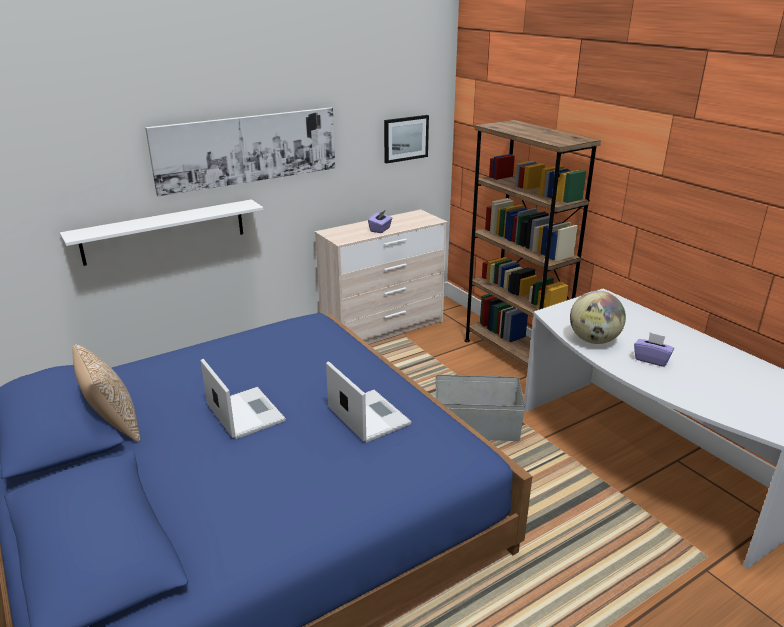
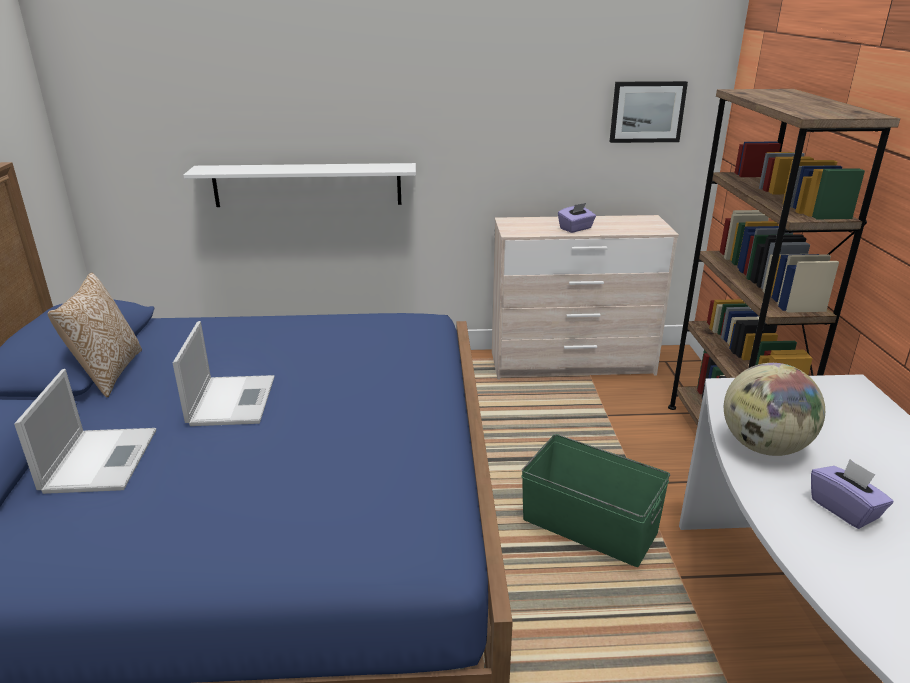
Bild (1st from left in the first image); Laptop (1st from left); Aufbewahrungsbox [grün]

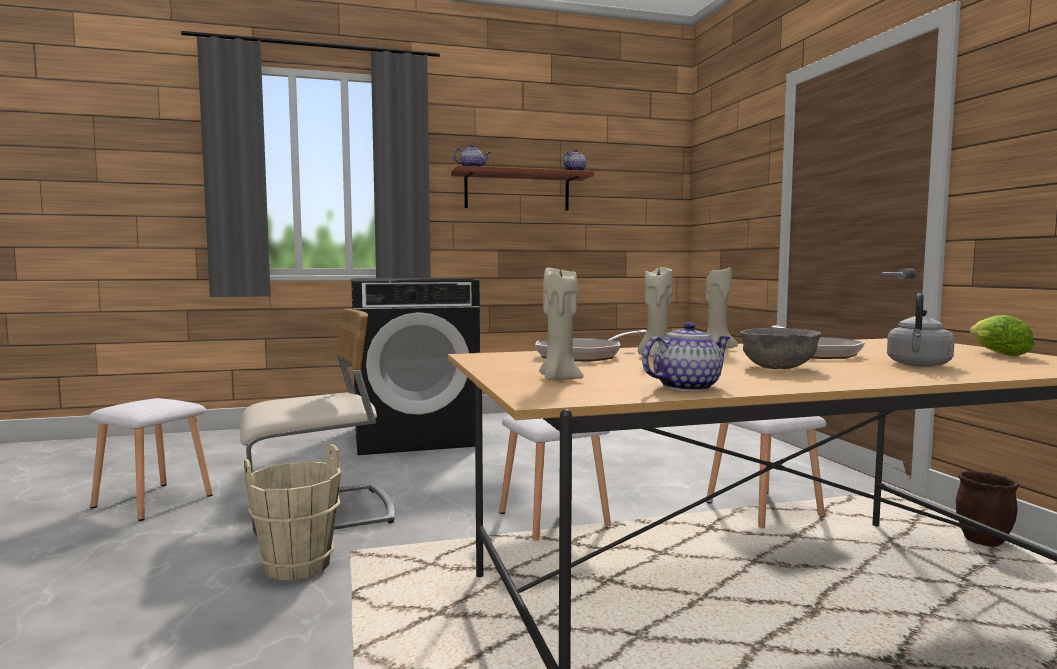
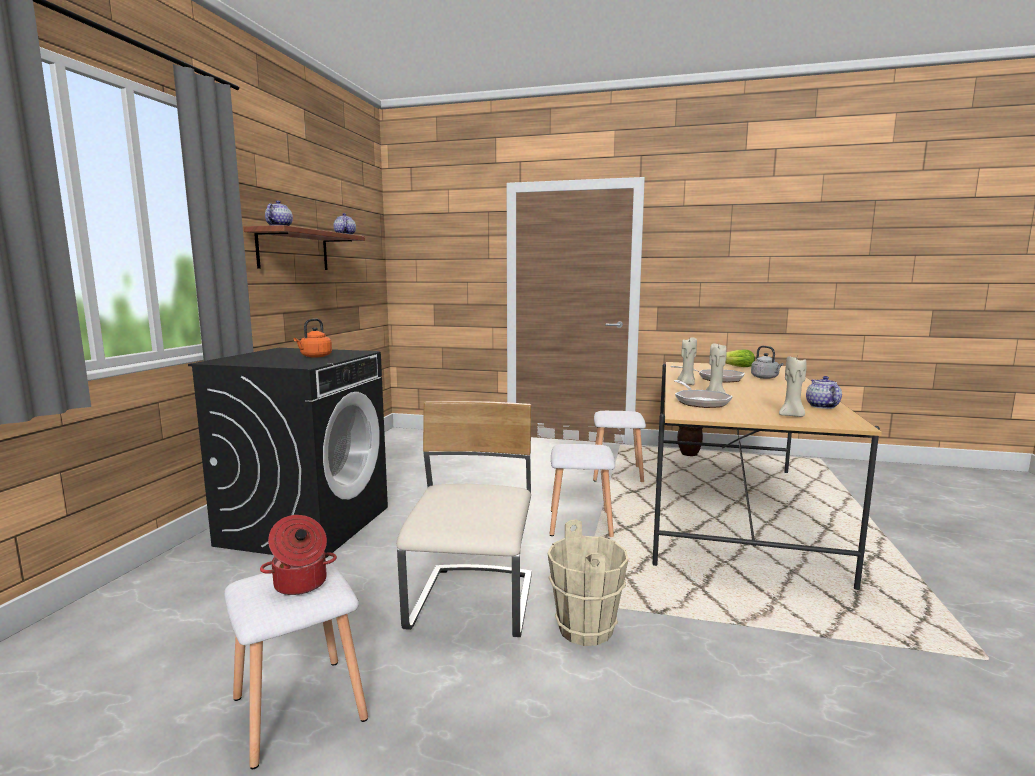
Schüssel [grau]; Kochtopf; Wasserkessel [orange]

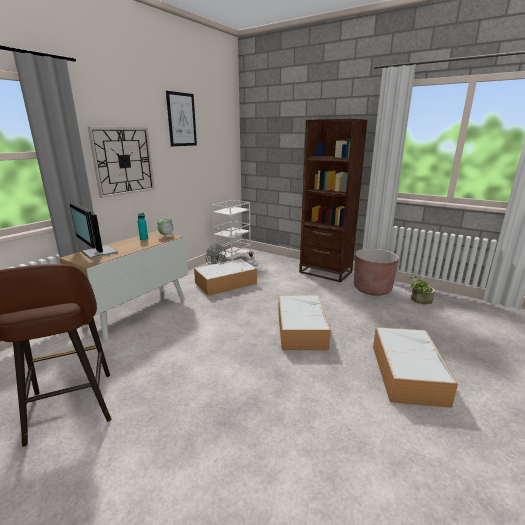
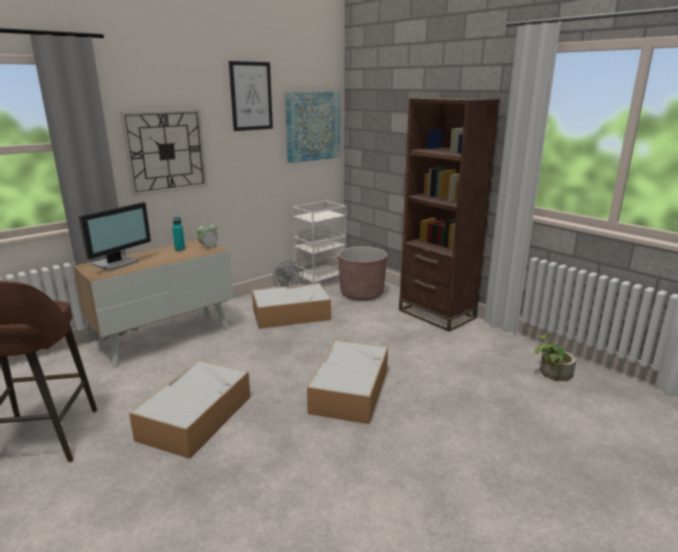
Bild (2nd from left); Pflanzkübel [braun]; Aufbewahrungsbox (1st from left); Monitor

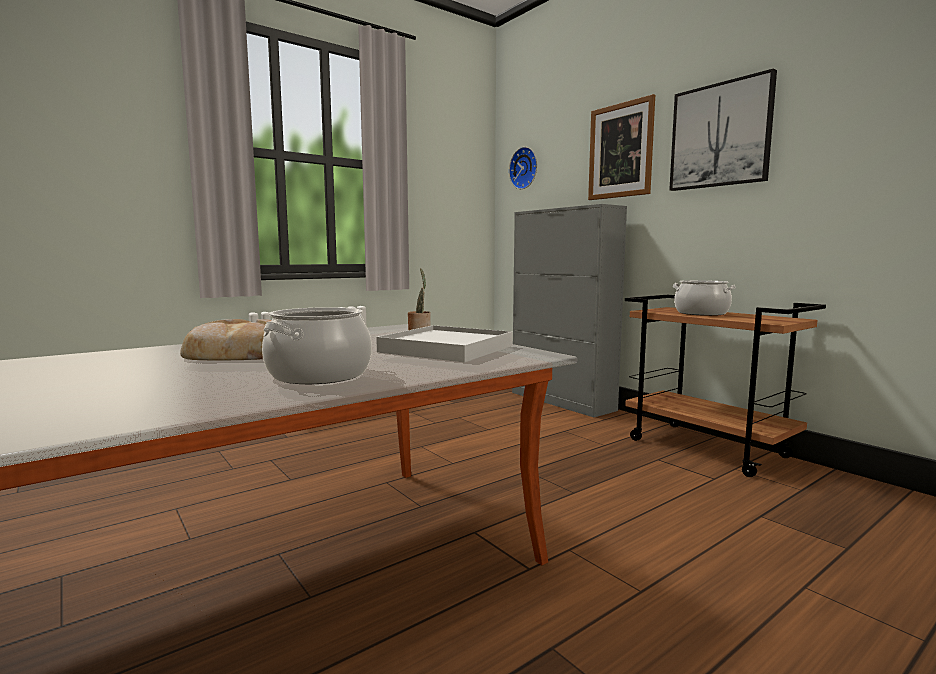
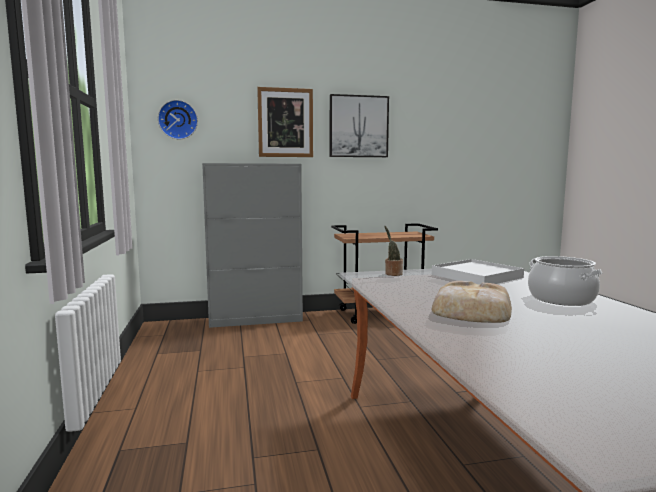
Kochtopf (2nd from left in the first image)

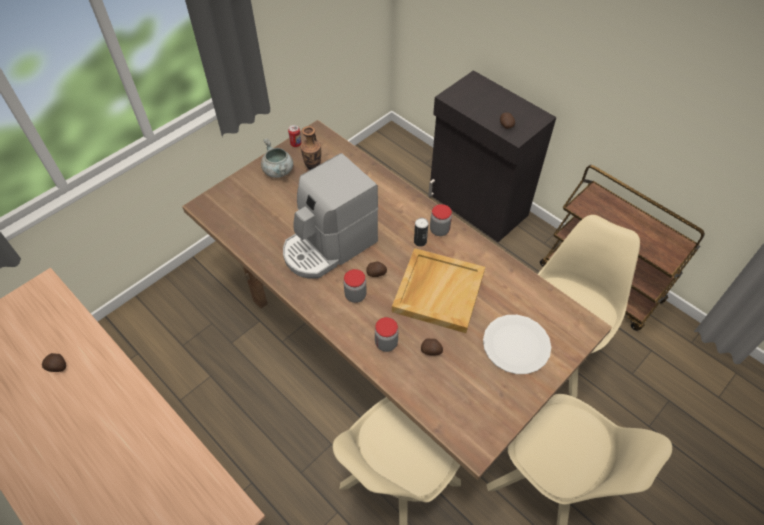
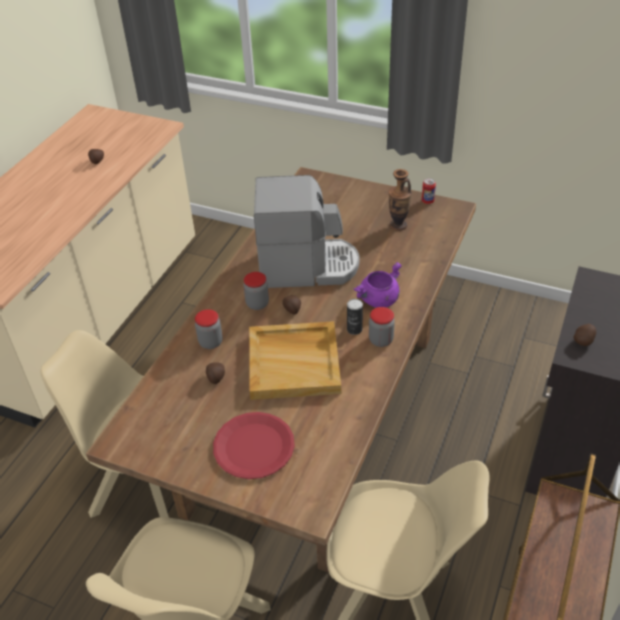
Kochtopf [grau]; Kochtopf [lila]; Teller [rot]; Kaffeemaschine

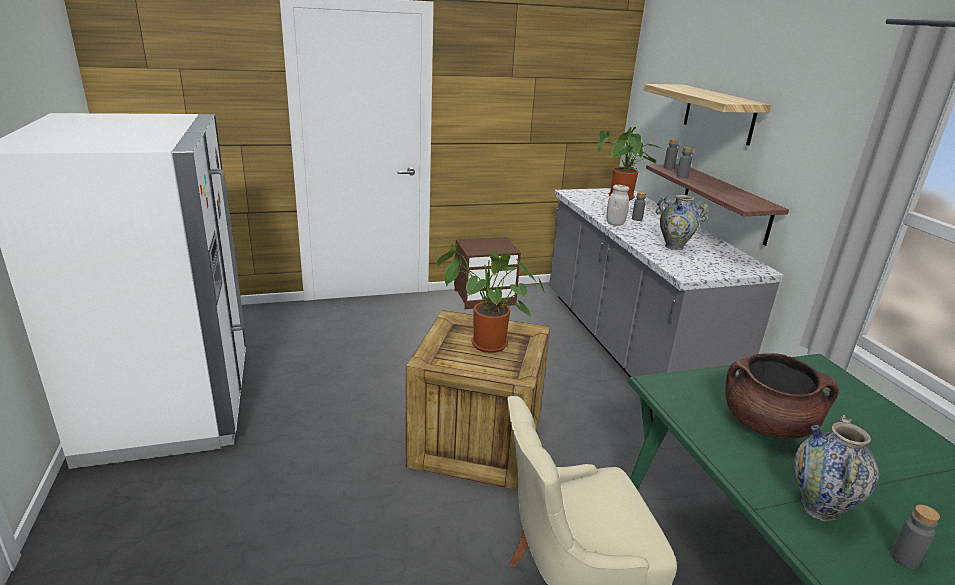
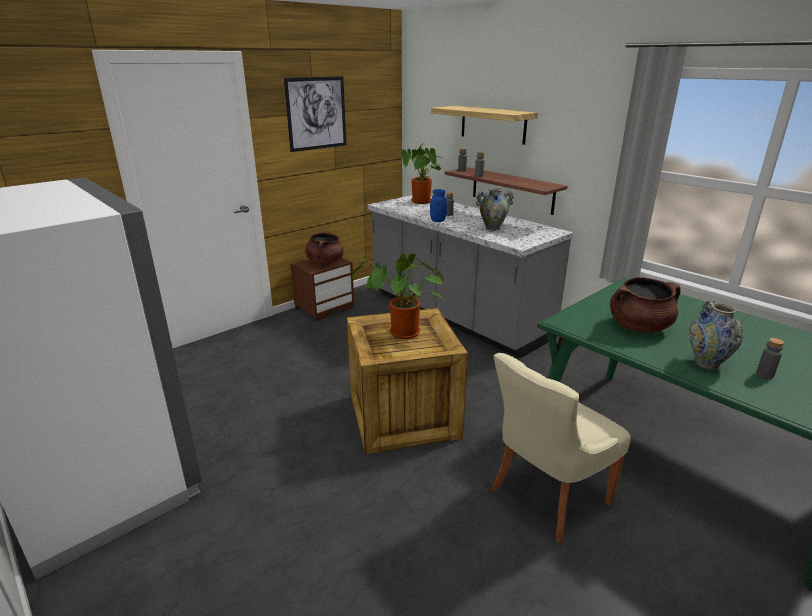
Bild; Kochtopf [braun] (1st from left); Vorratsglas [blau]

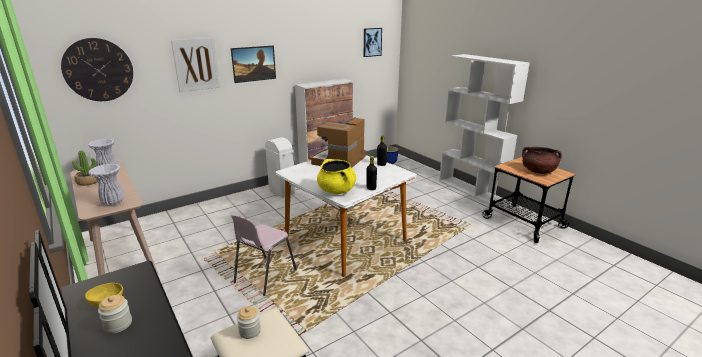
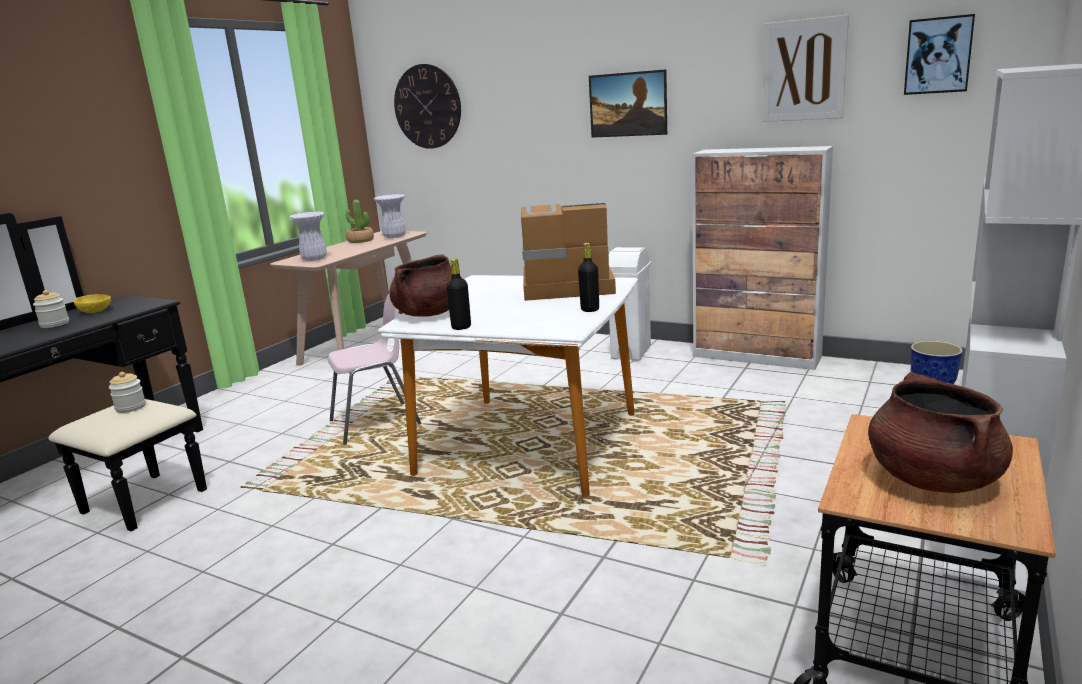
Bild (2nd from left); Kochtopf [braun] (1st from left); Stuhl [rosa]

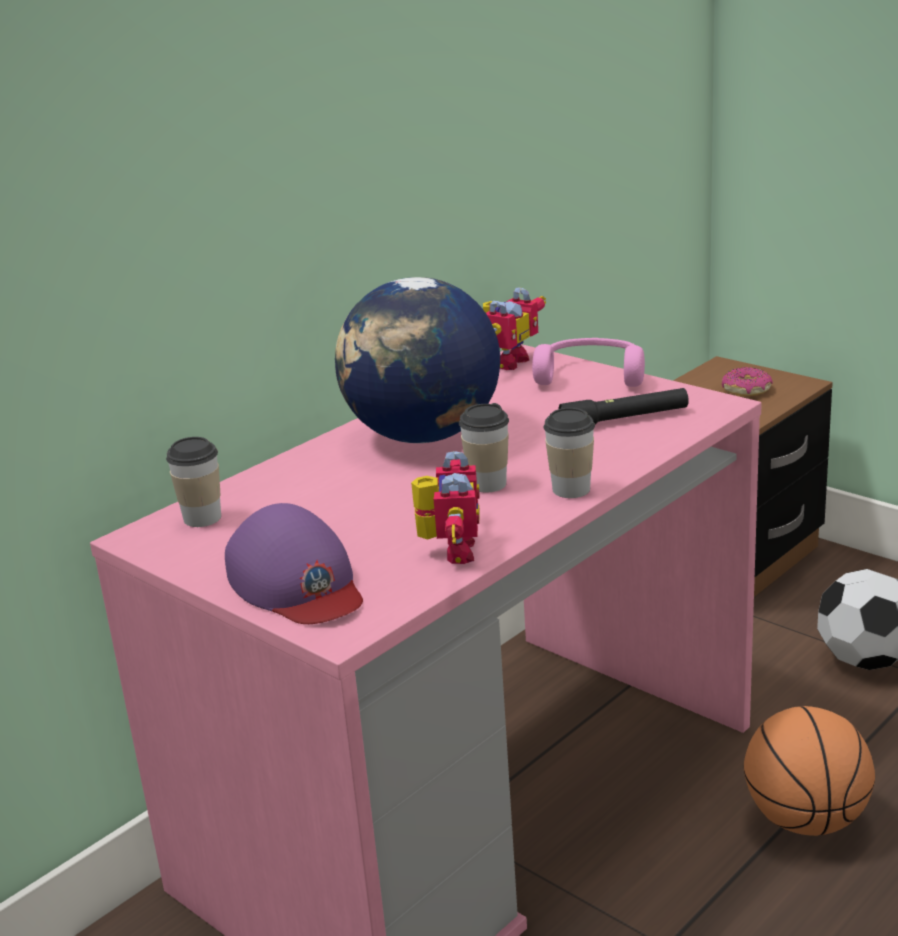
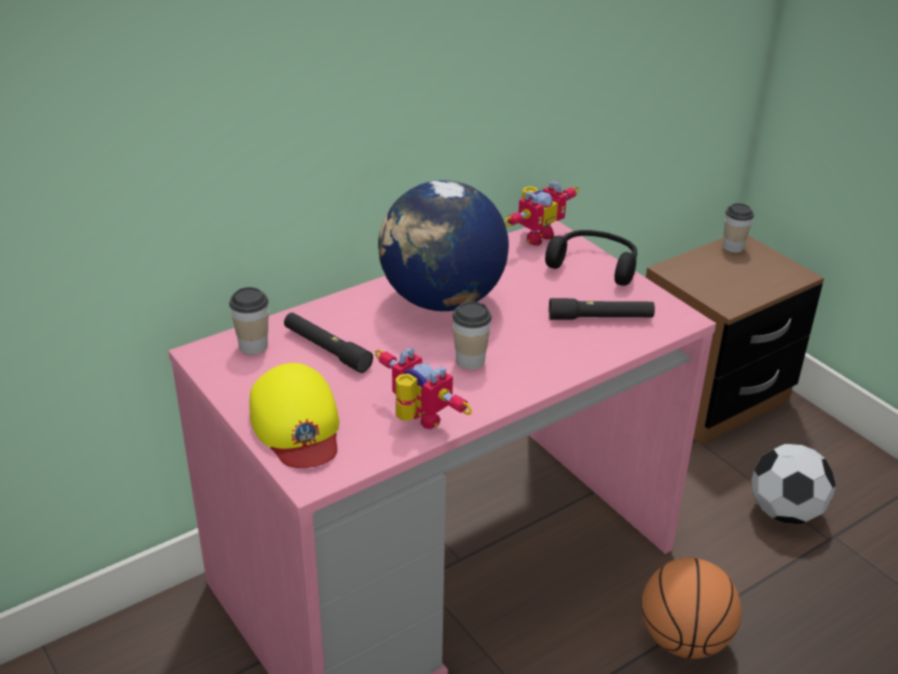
Donut; Taschenlampe [schwarz] (1st from left); Tasse (3rd from left); Kappe [gelb]; Kopfhörer [schwarz]; Spielzeugroboter (1st from left)

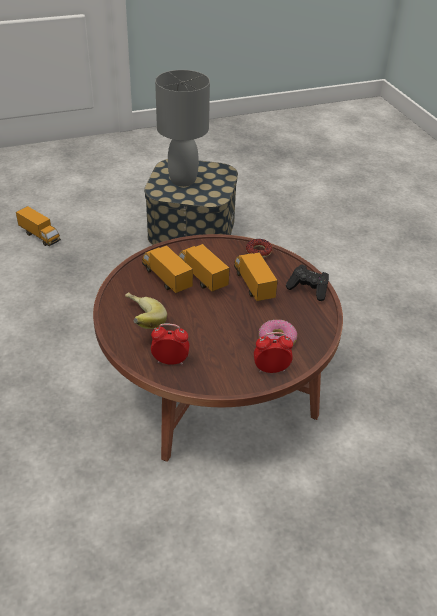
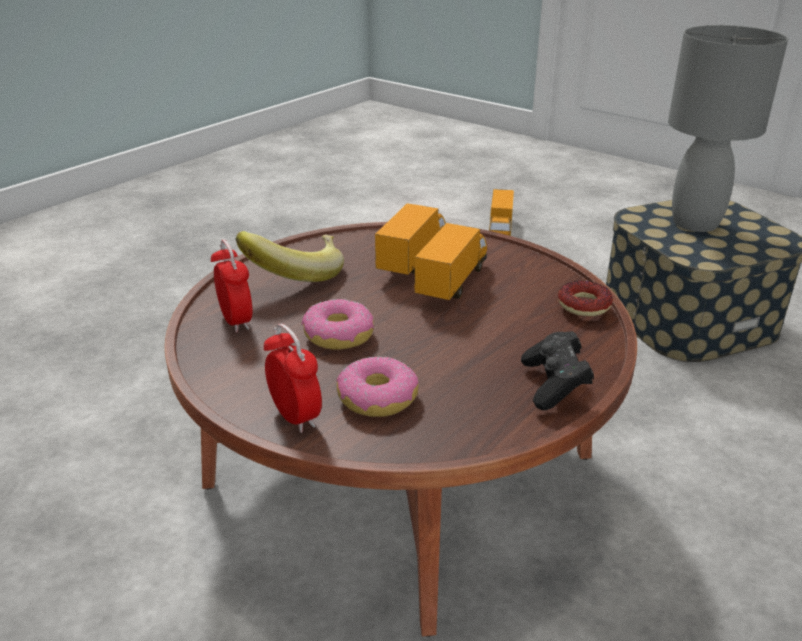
Spielzeuglaster (4th from left in the first image); Donut (1st from left)

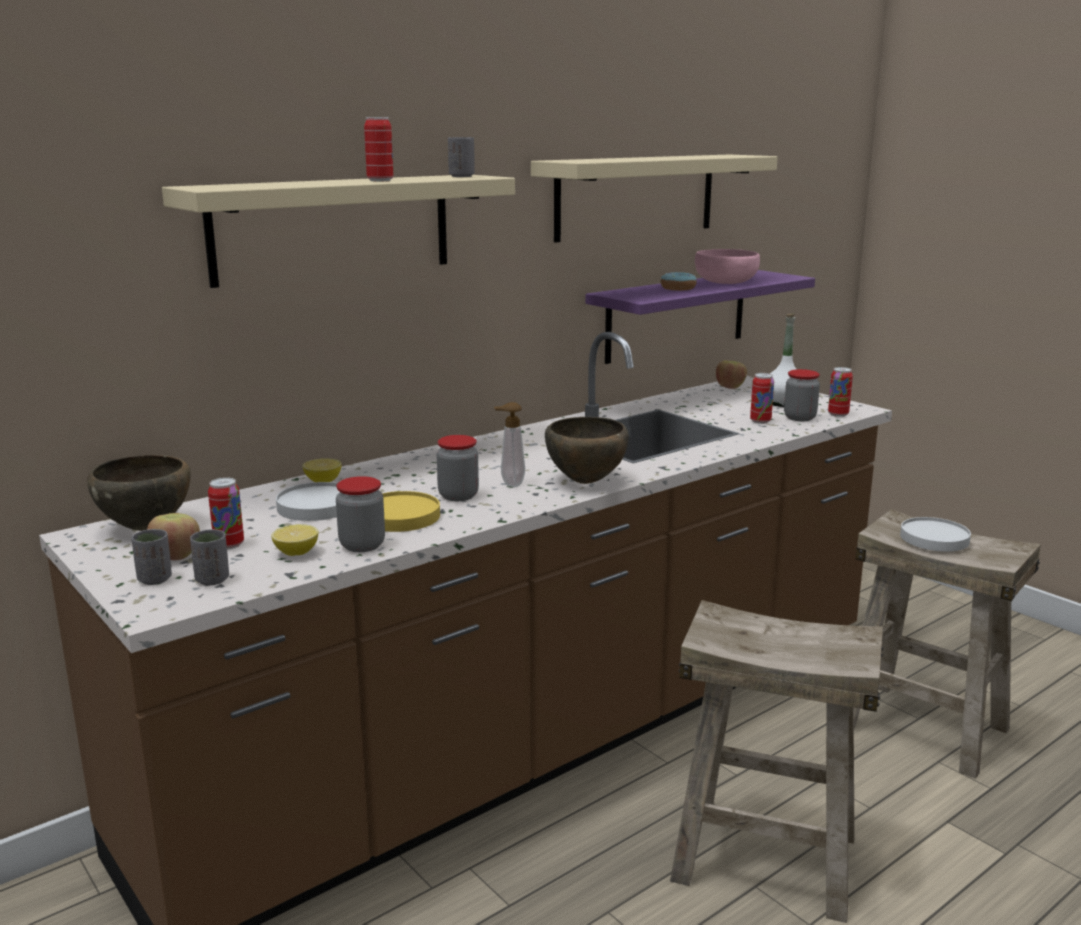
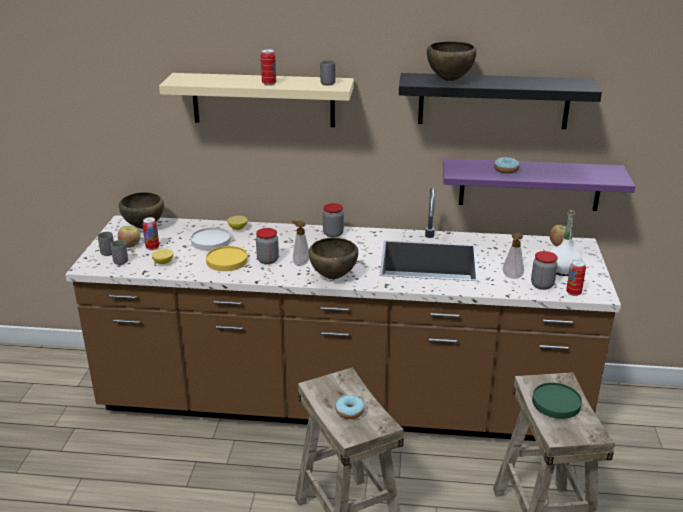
Schüssel [rosa]; Donut (1st from left); Schüssel [braun] (3rd from left); Vorratsglas (2nd from left); Seifenspender (2nd from left); Wandregal [schwarz]; Teller [grün]

